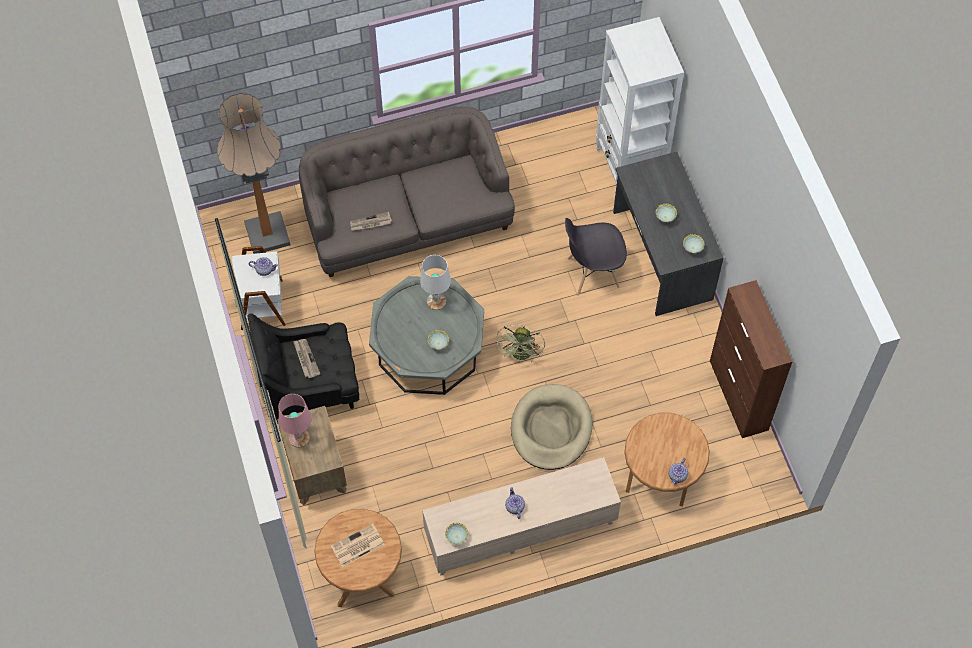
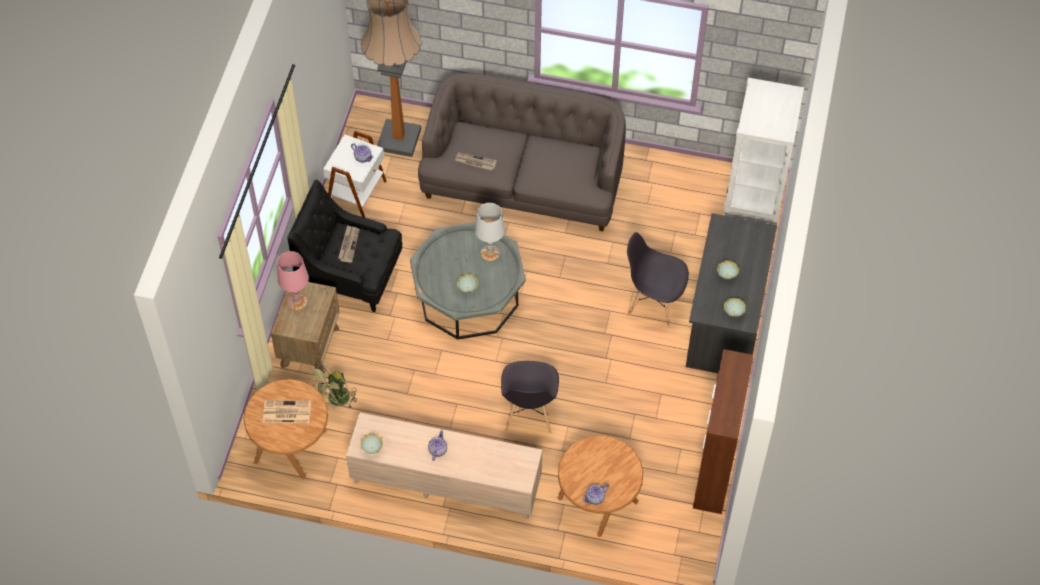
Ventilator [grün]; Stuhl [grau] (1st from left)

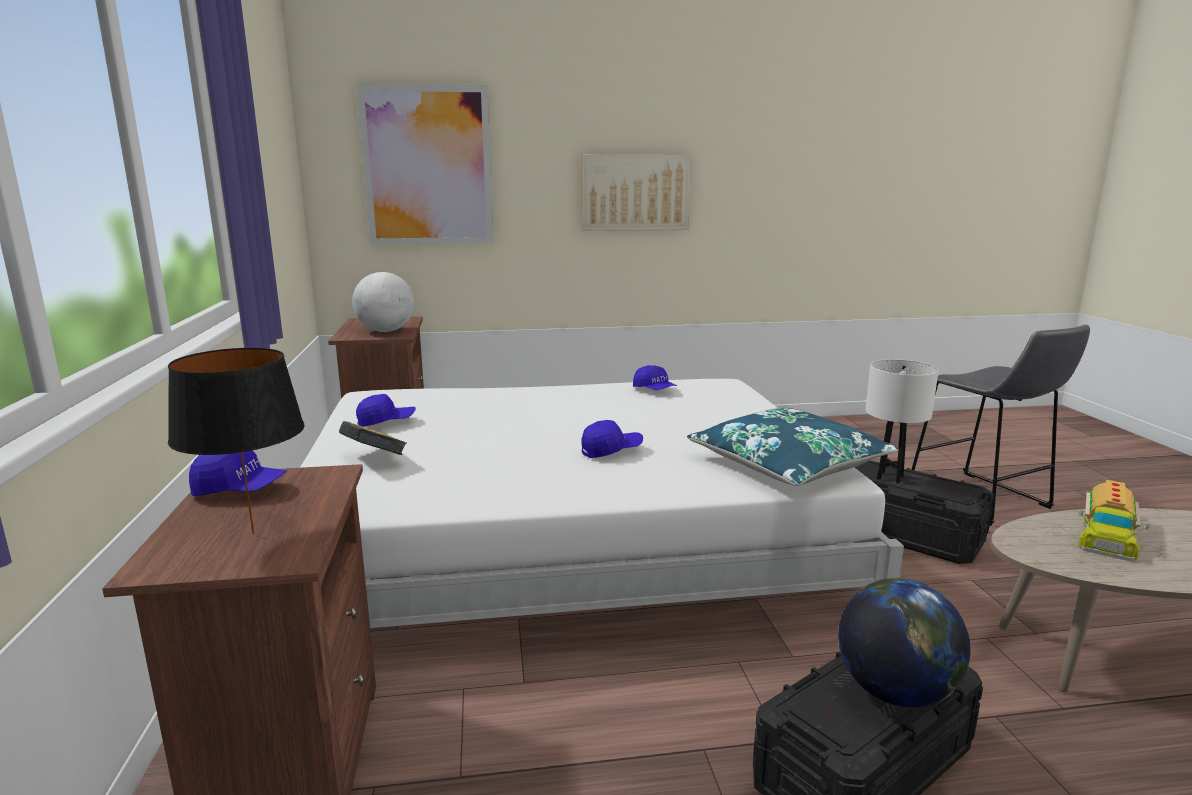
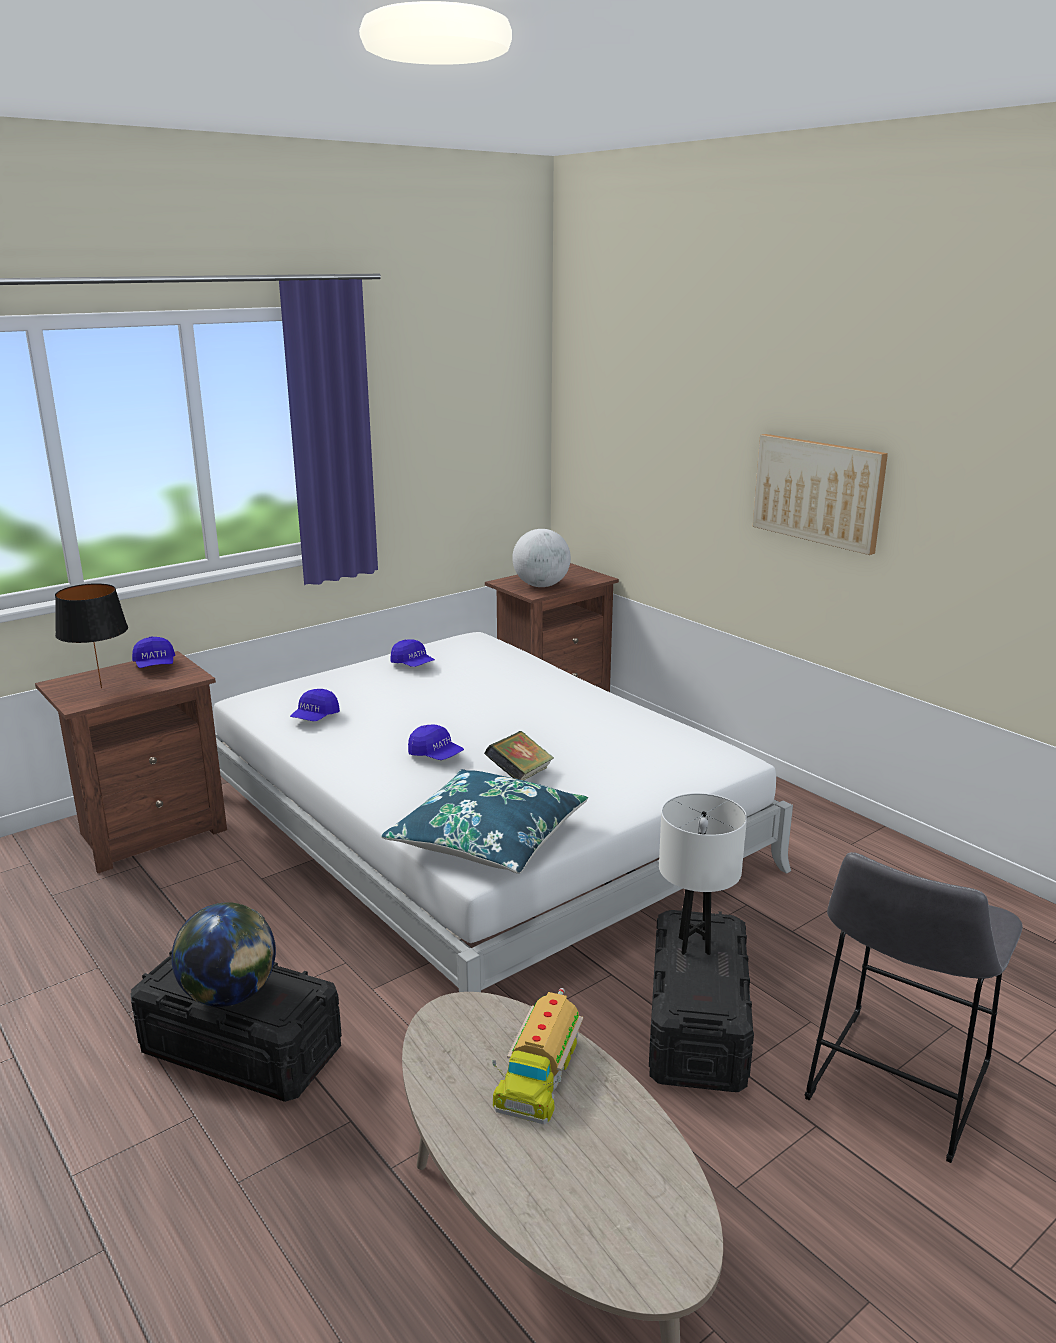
Bild (1st from left in the first image); Buch; Kappe [blau] (2nd from left); Spielzeuglaster

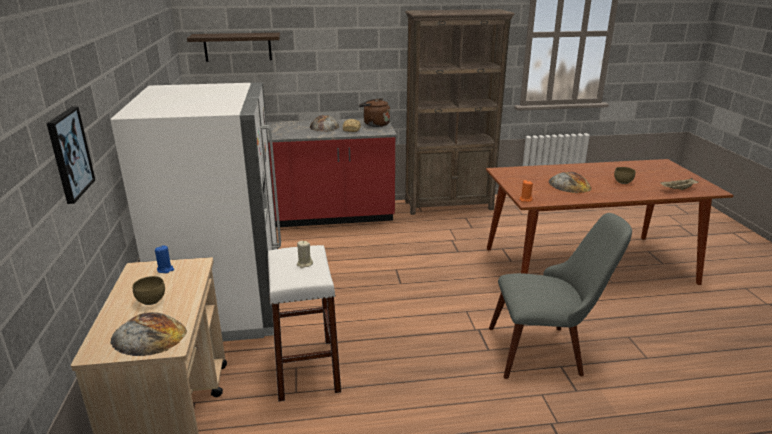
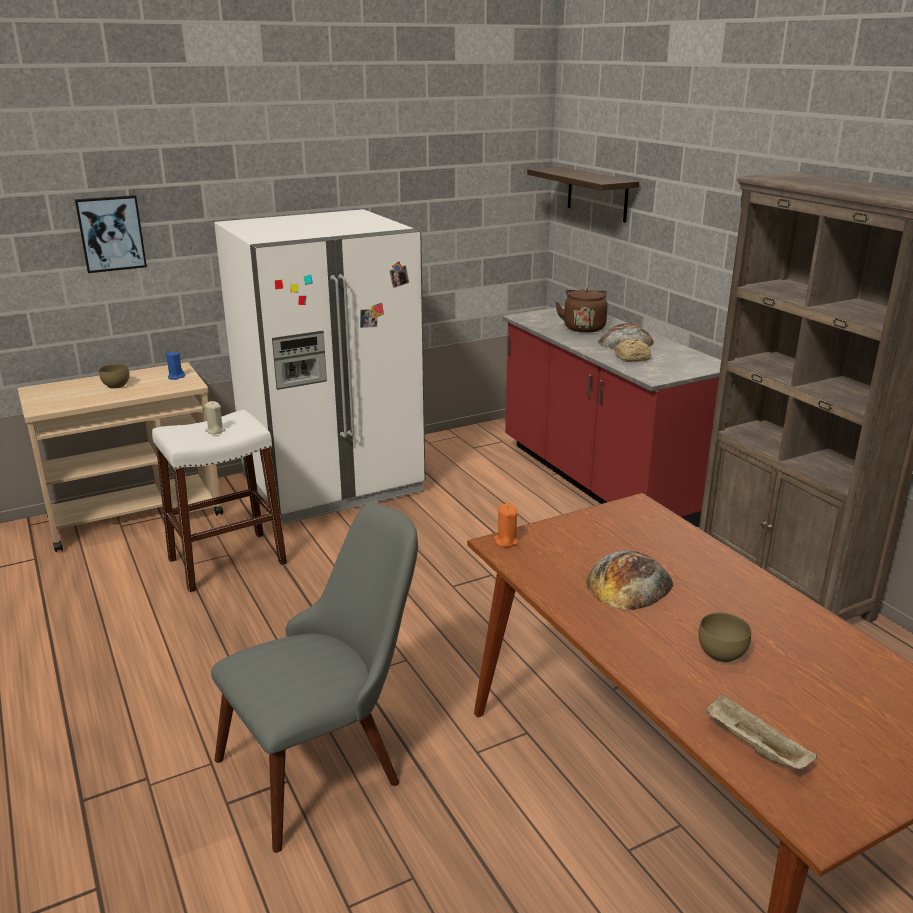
Brot (1st from left in the first image); Wasserkessel [braun]; Stuhl [grau]

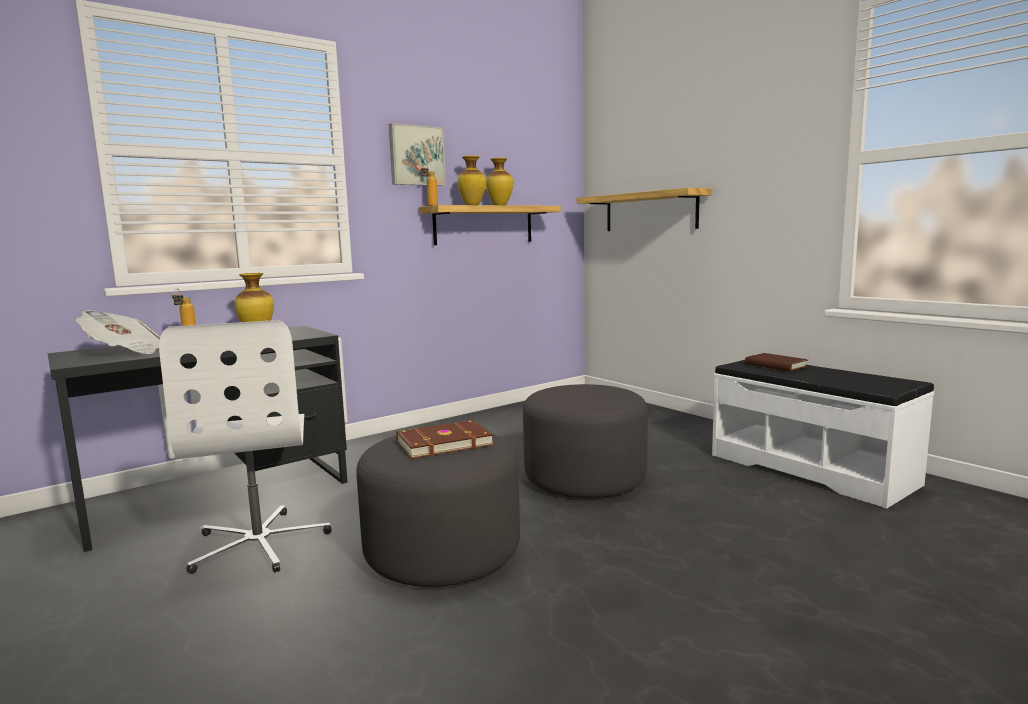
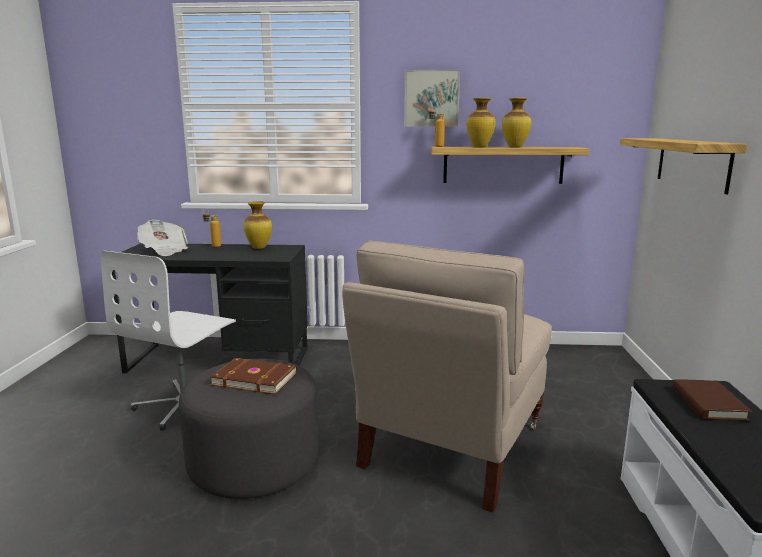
Stuhl [beige]

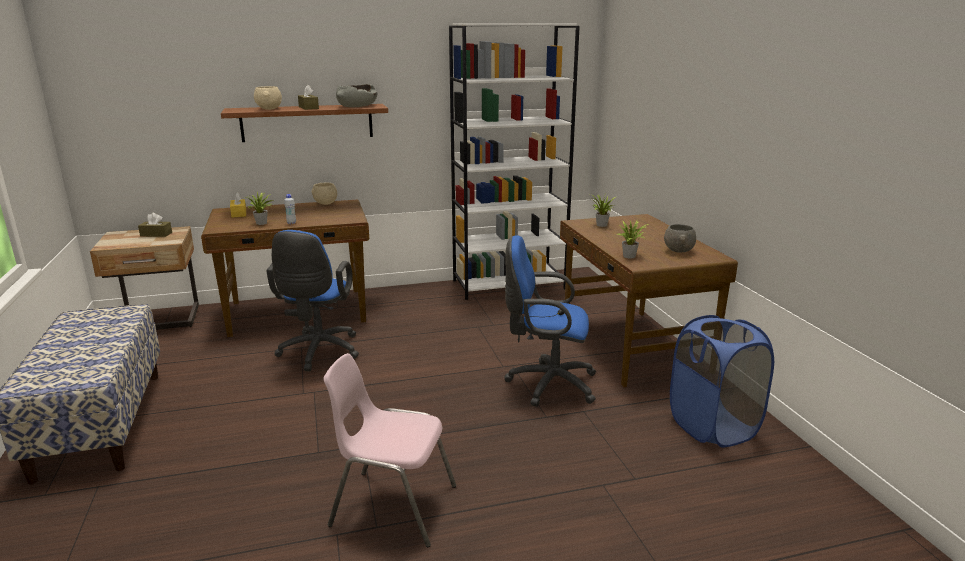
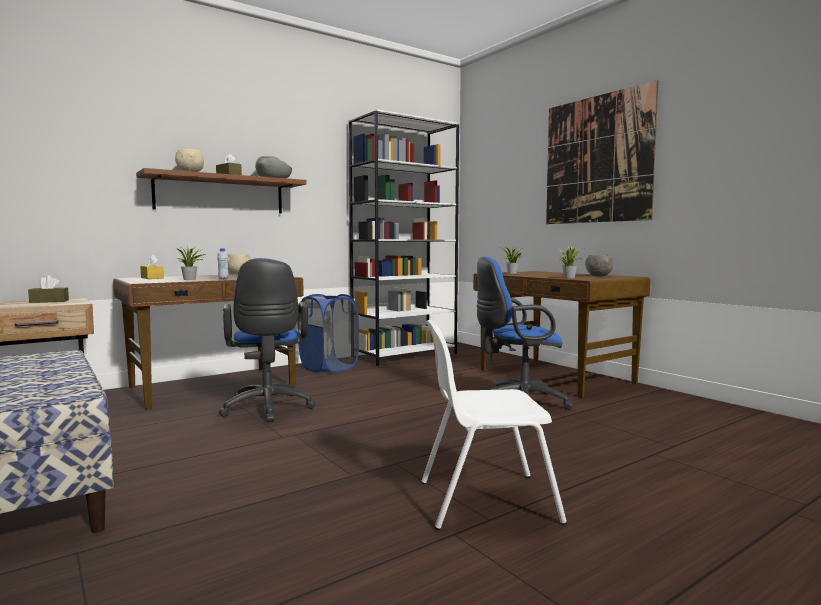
Bild; Wäschekorb [blau]; Stuhl [weiß]

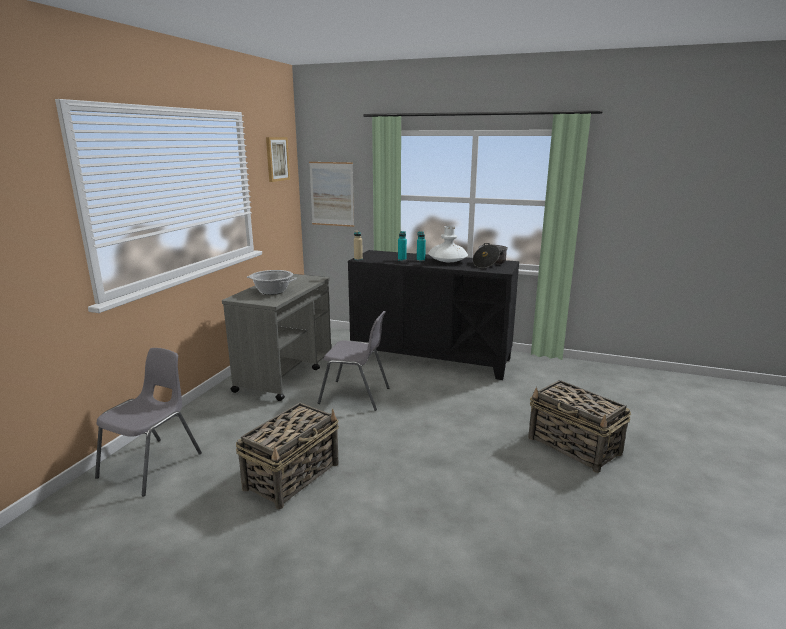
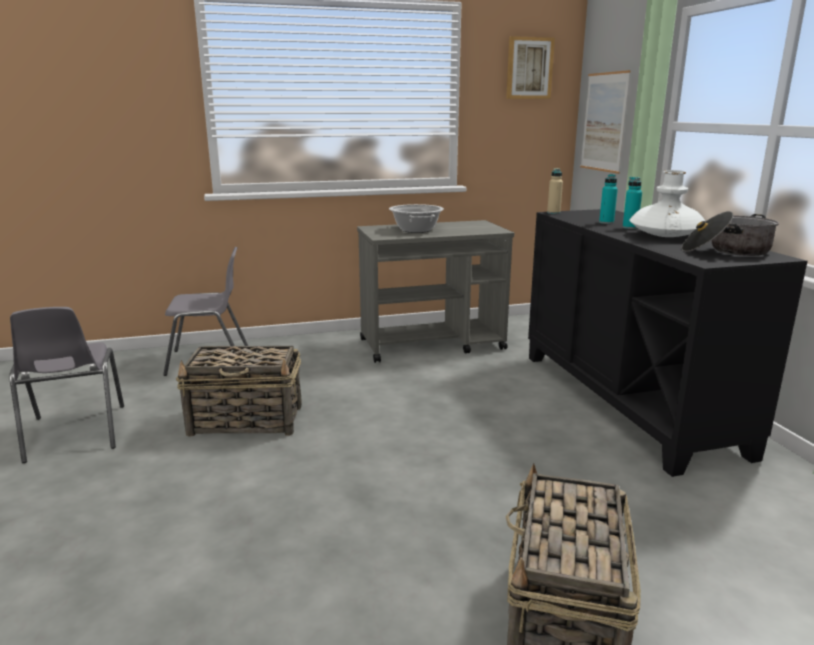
Stuhl [grau] (1st from left)

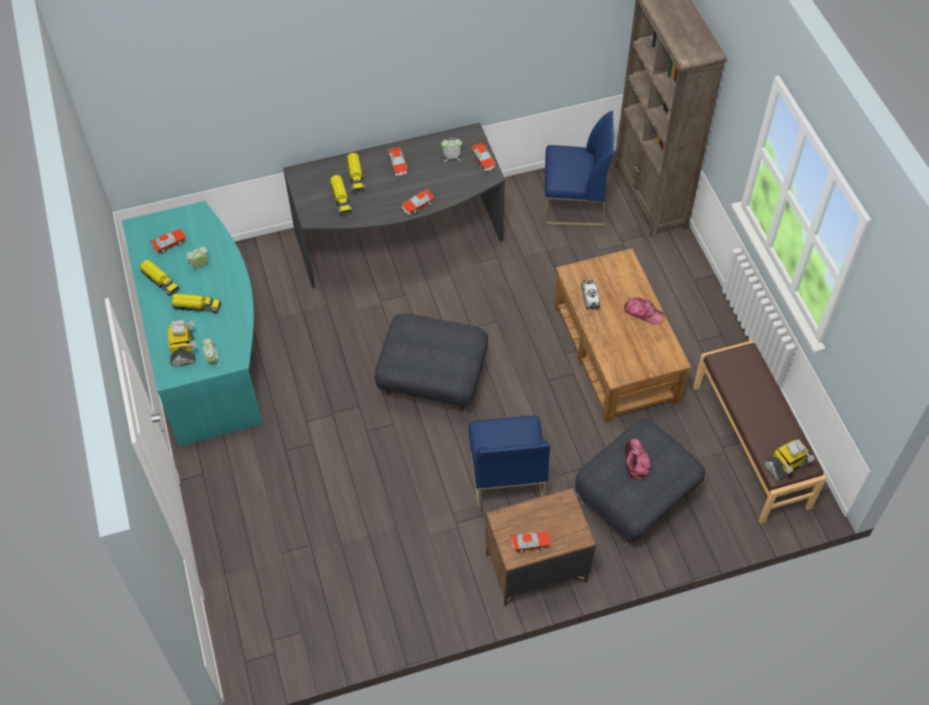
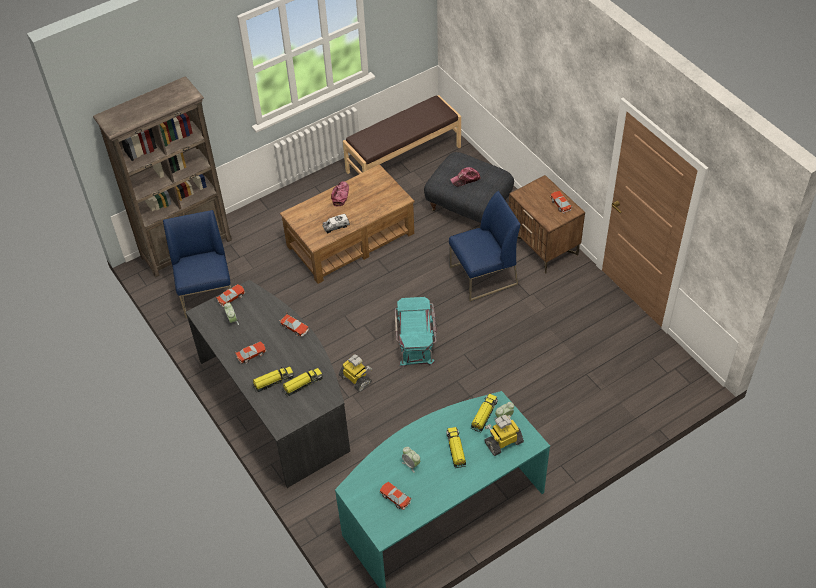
Spielzeuglaster (5th from left); Spielzeugroboter (1st from left); Aufbewahrungsbox [türkis]

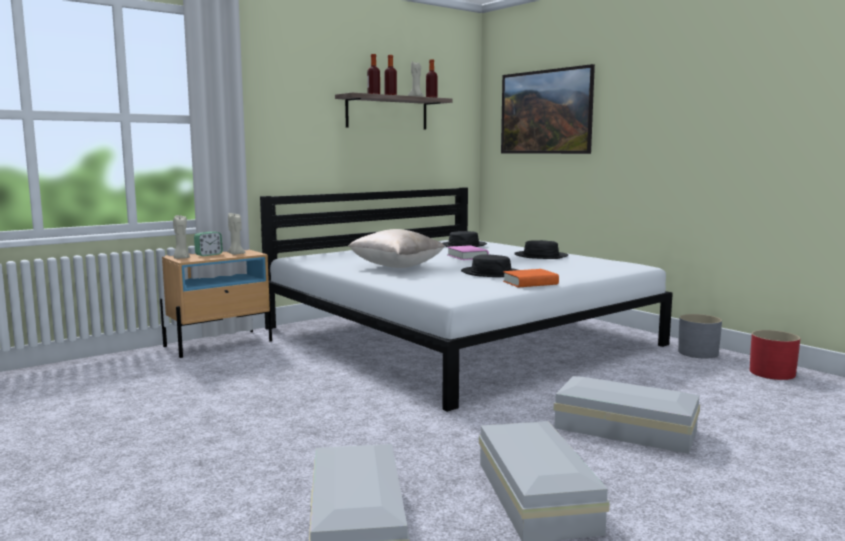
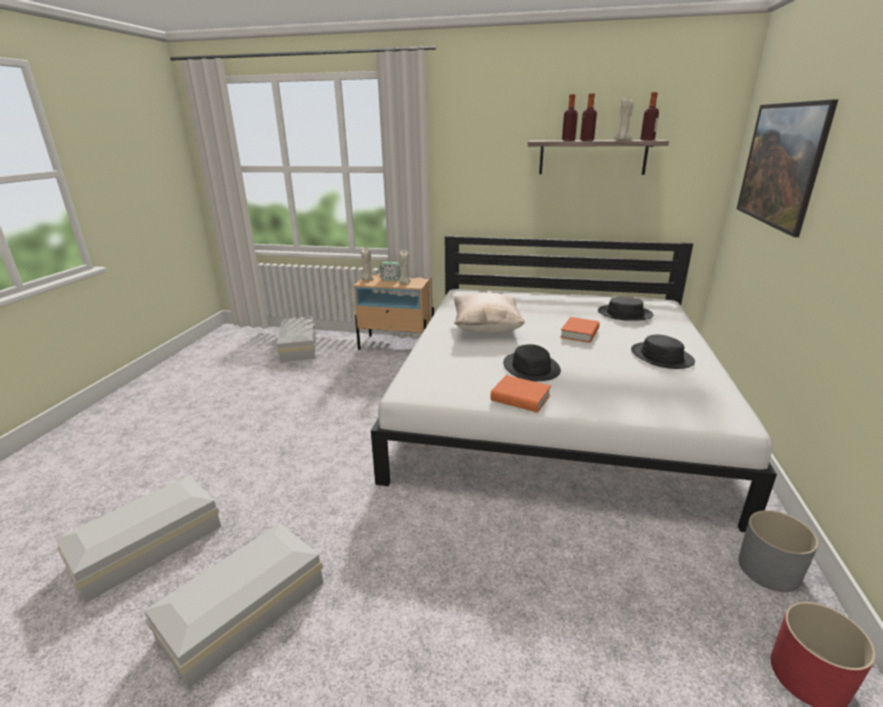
Aufbewahrungsbox [weiß] (3rd from left); Buch [orange] (2nd from left)

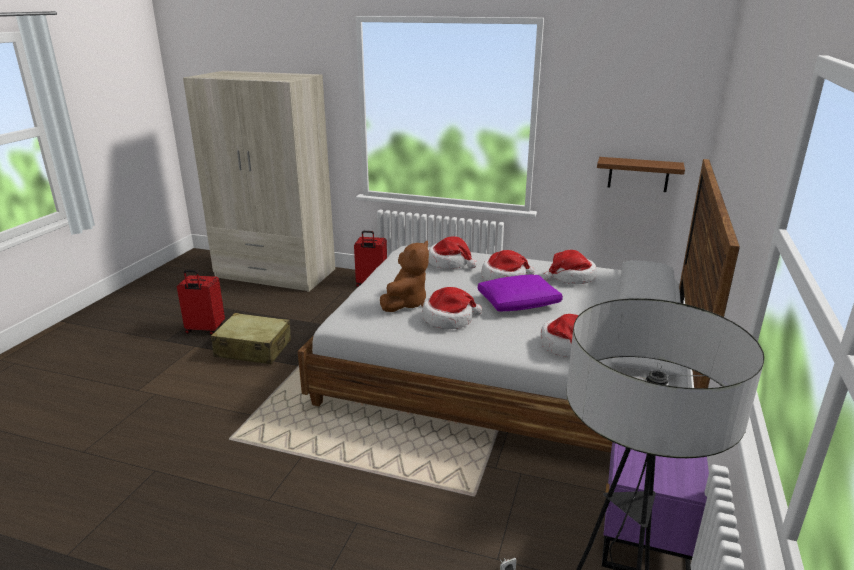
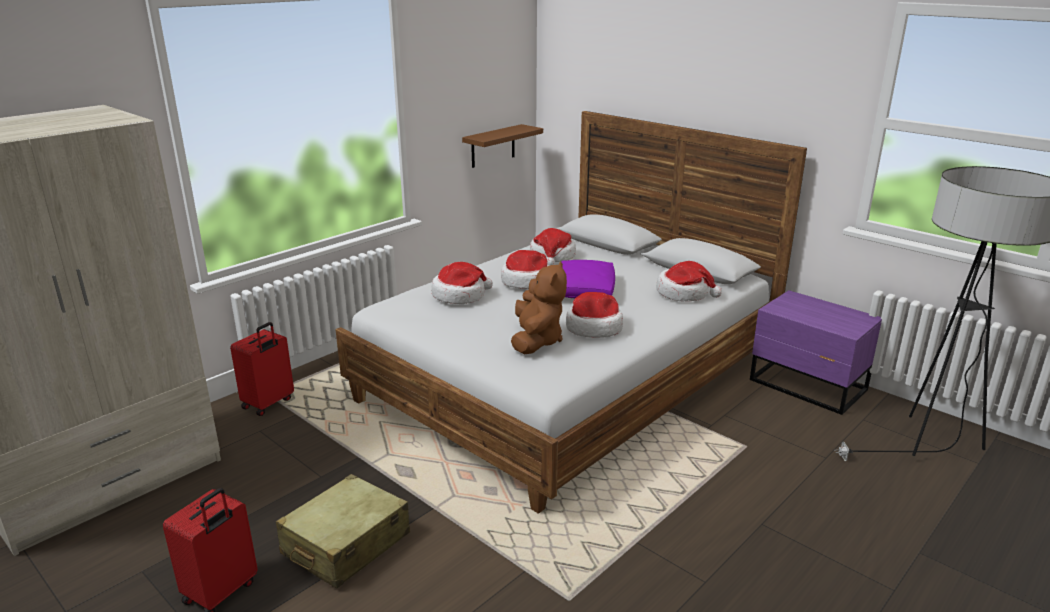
Plüschtier [braun]

